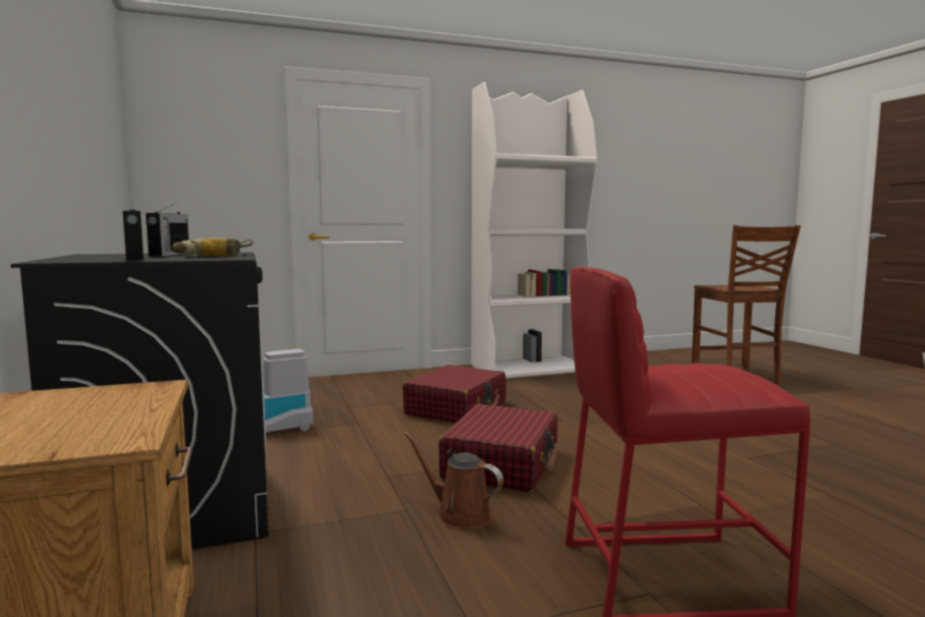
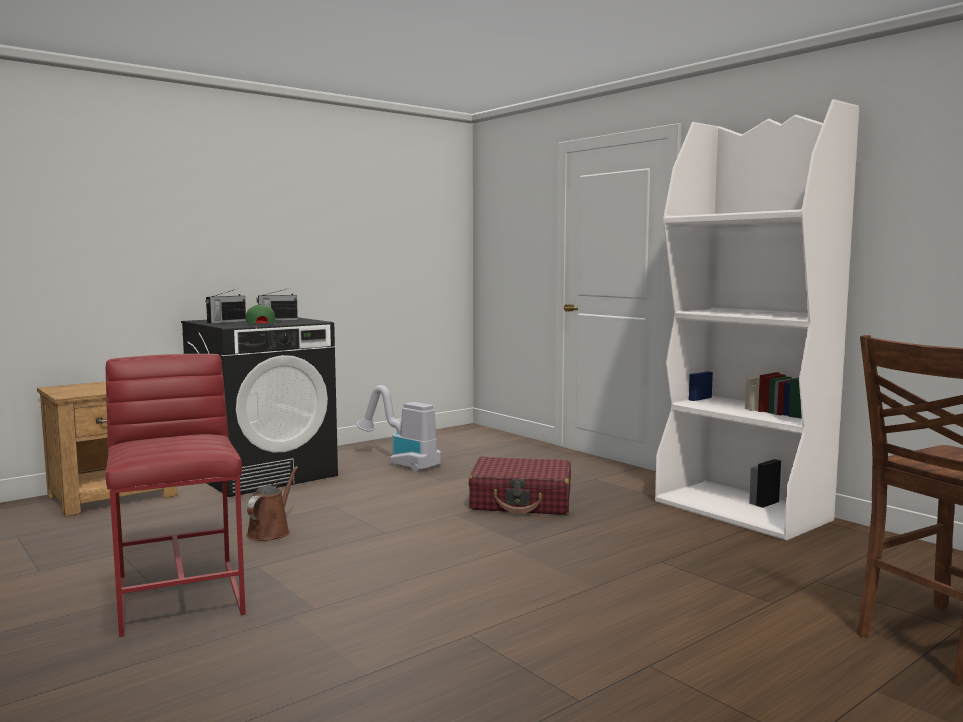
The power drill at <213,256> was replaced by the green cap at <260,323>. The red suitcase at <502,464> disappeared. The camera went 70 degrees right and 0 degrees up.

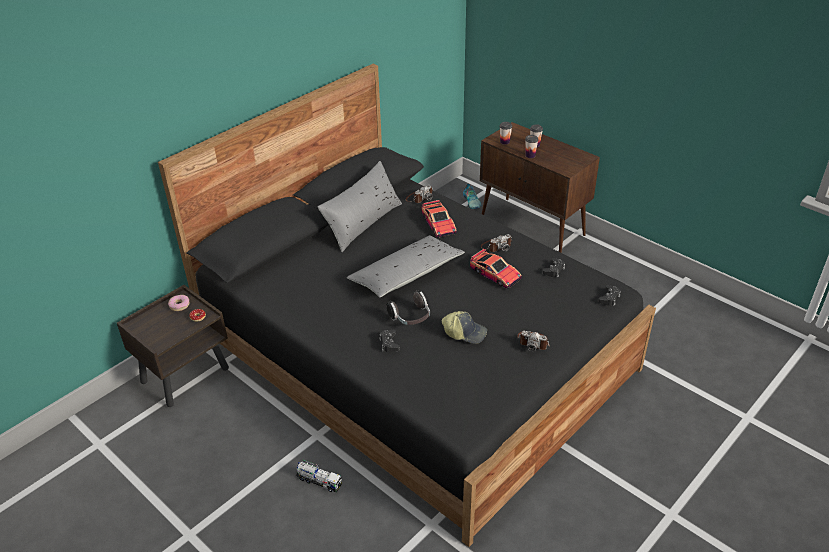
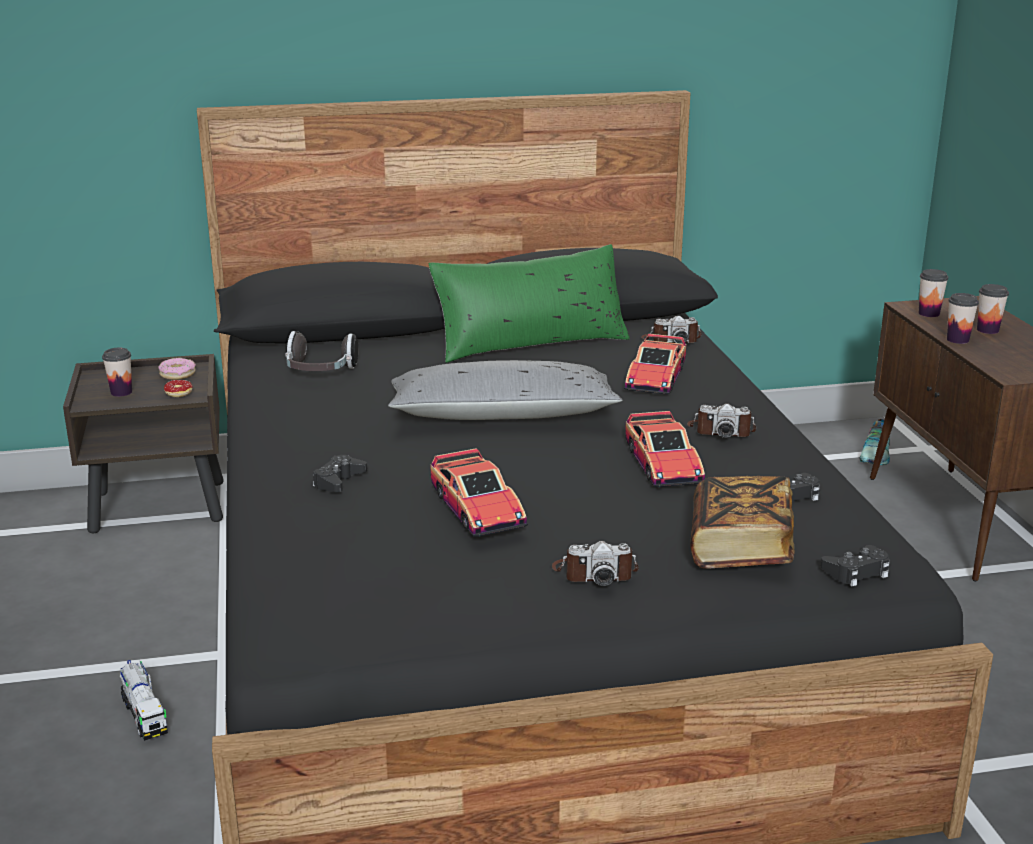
The cup at <121,392> appeared. The headphones moved from <411,318> to <320,372>. The grey pillow at <363,223> became the green pillow at <531,343>. The cap at <465,332> was replaced by the toy car at <478,508>. The photo camera at <533,342> turned 60 degrees counterclockwise. The book at <740,548> appeared. The camera went 35 degrees right and 15 degrees down.

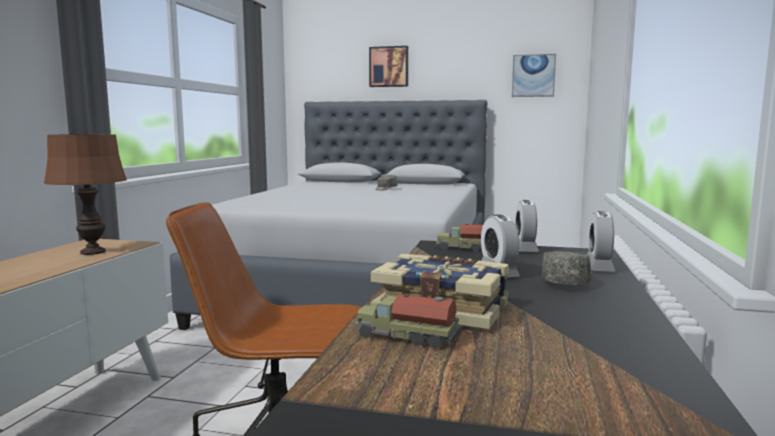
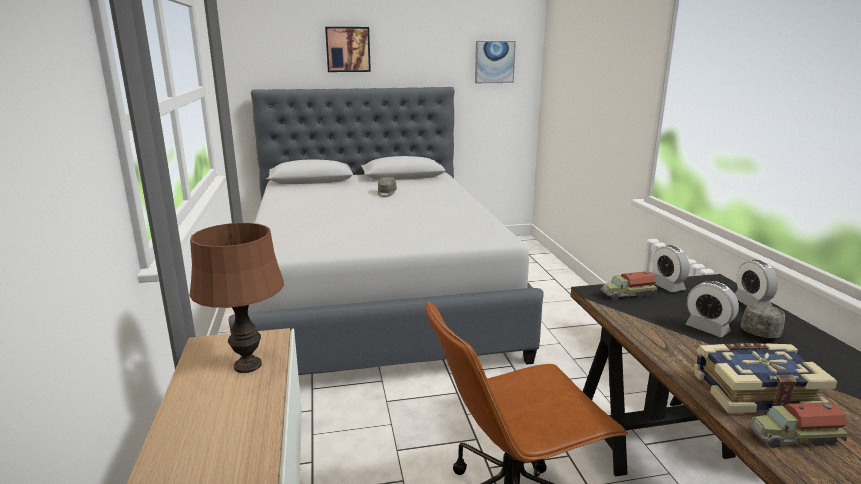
The grey cap at <562,282> turned 60 degrees clockwise. The camera went 25 degrees left and 10 degrees up.

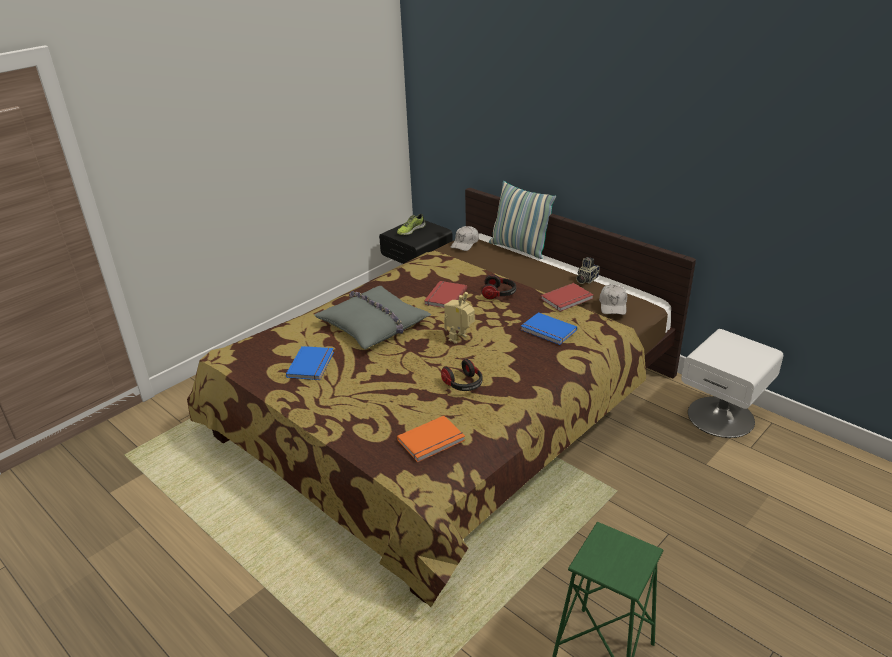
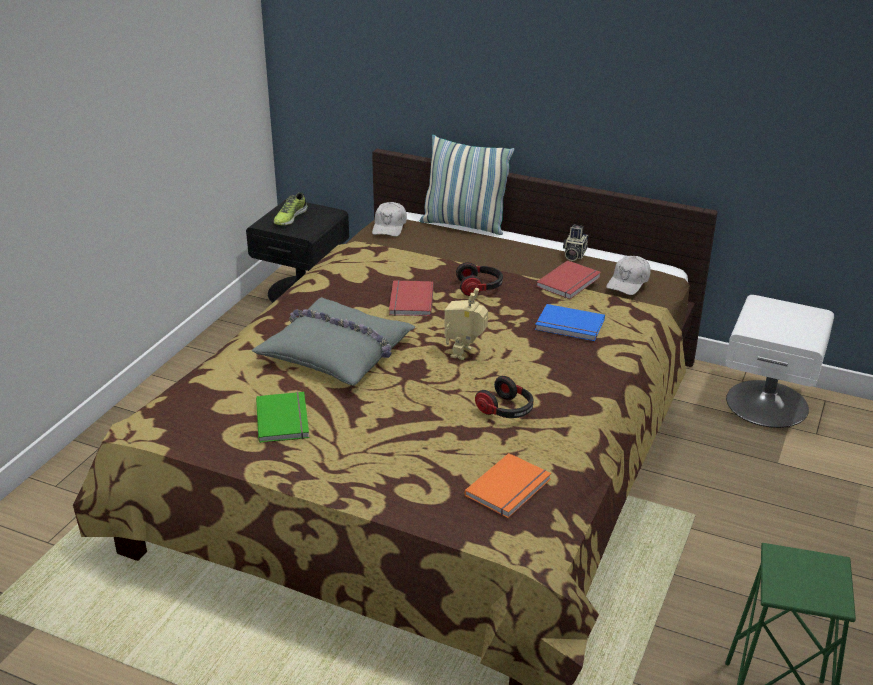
The blue book at <312,364> became the green book at <285,419>. The white cap at <613,305> turned 45 degrees clockwise. The camera went 20 degrees left and 0 degrees up.

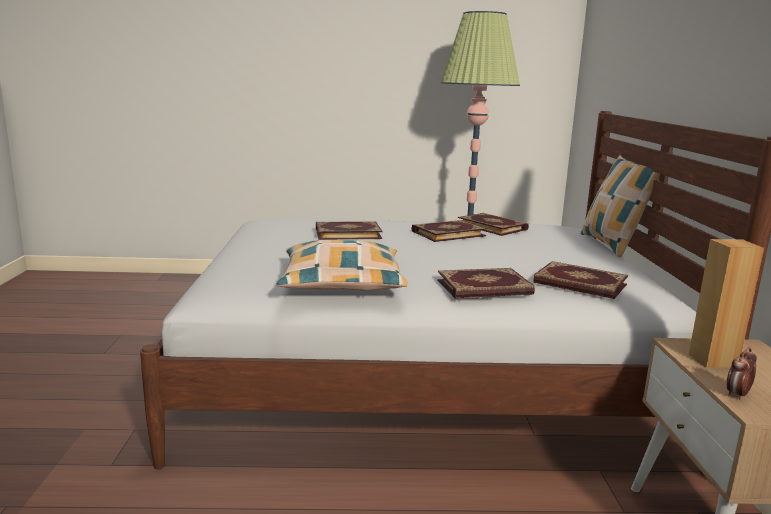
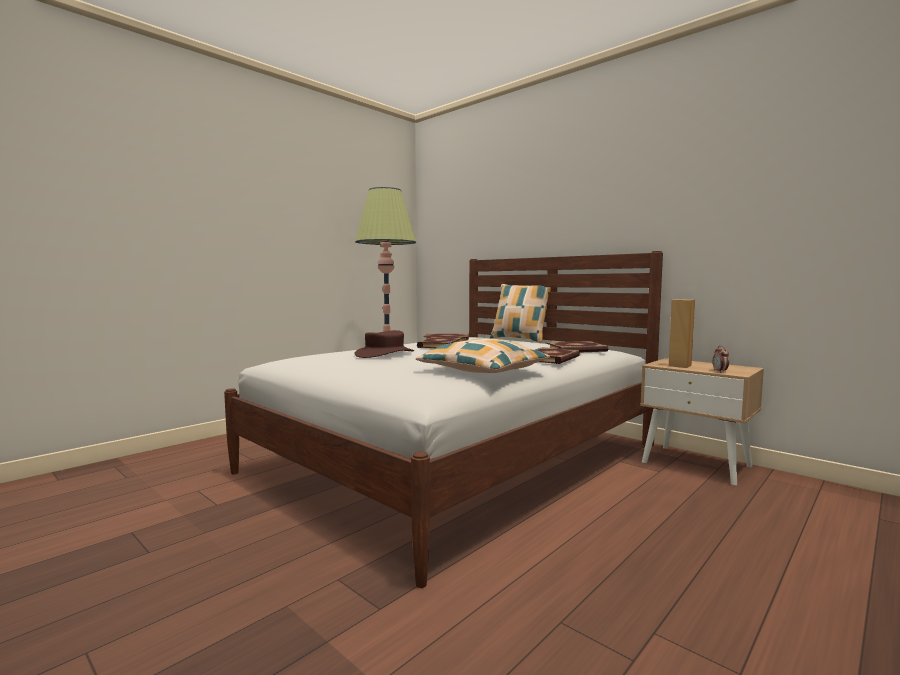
The book at <348,233> was replaced by the brown hat at <384,354>. The camera went 45 degrees left and 10 degrees down.

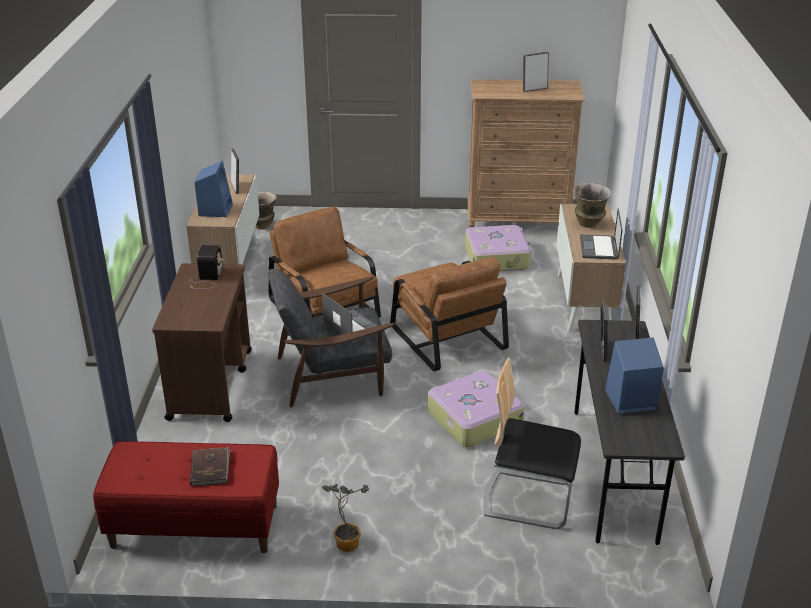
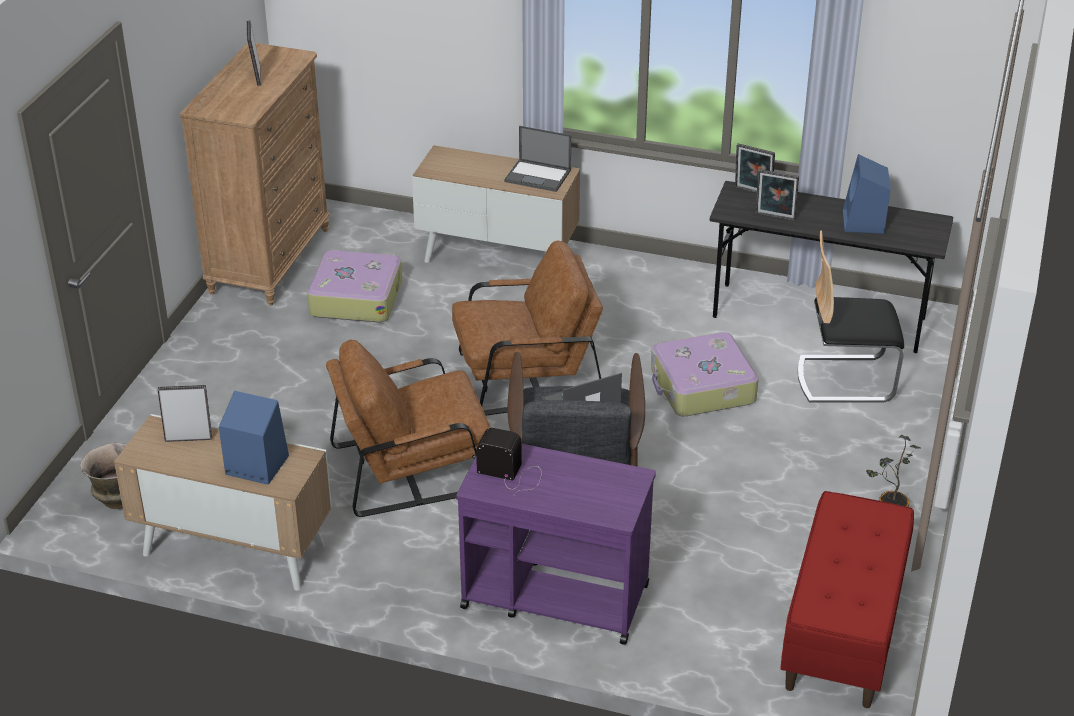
The brown cart at <211,383> became the purple cart at <554,595>. The chair at <529,498> turned 60 degrees clockwise. The brown book at <210,468> disappeared. The vase at <589,224> disappeared. The camera went 75 degrees left and 5 degrees up.

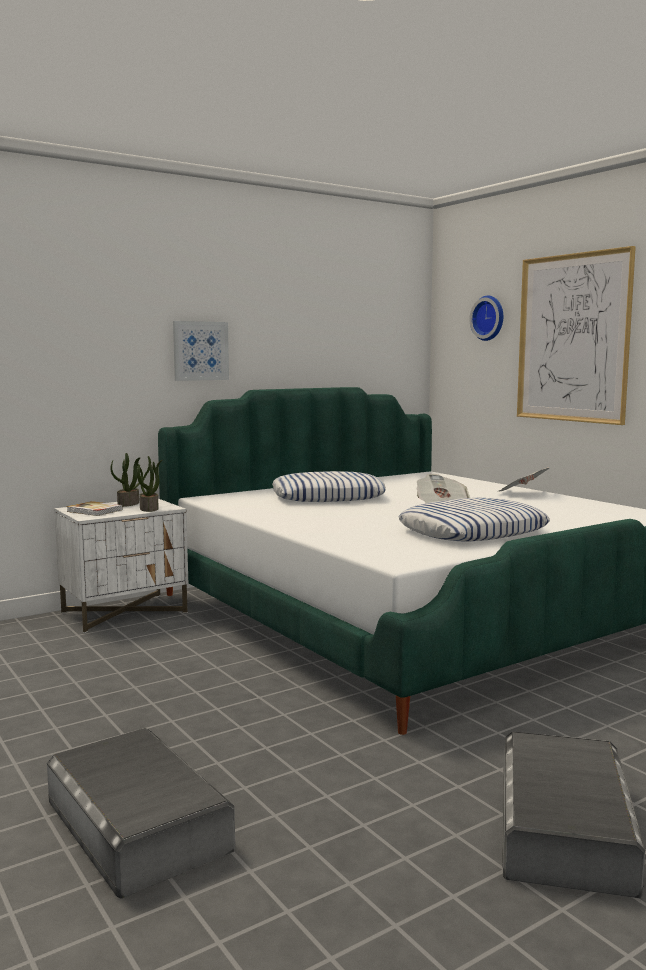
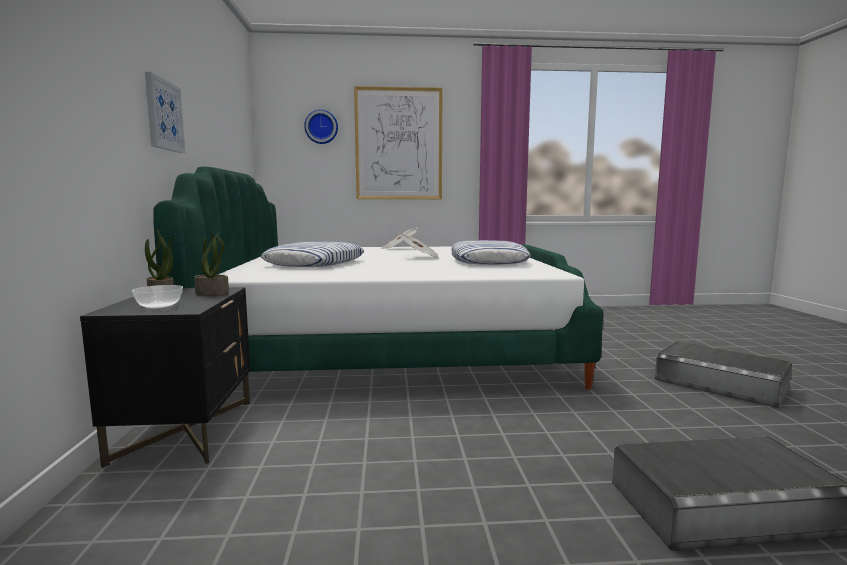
The white nightstand at <125,612> became the black nightstand at <185,430>. The book at <94,511> was replaced by the bowl at <159,306>. The camera went 60 degrees left and 0 degrees up.

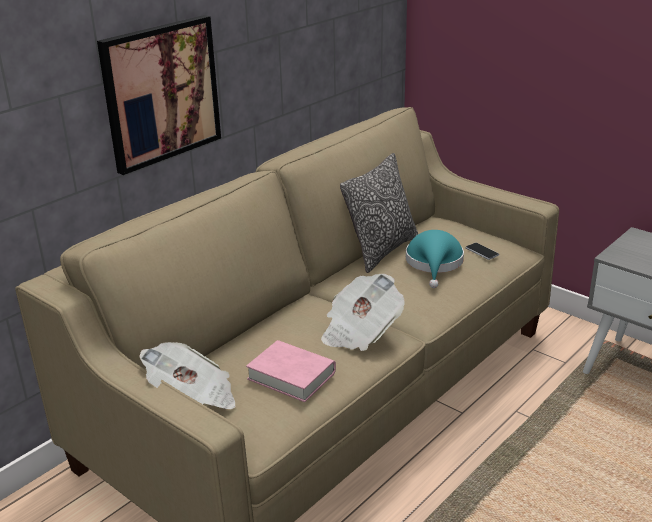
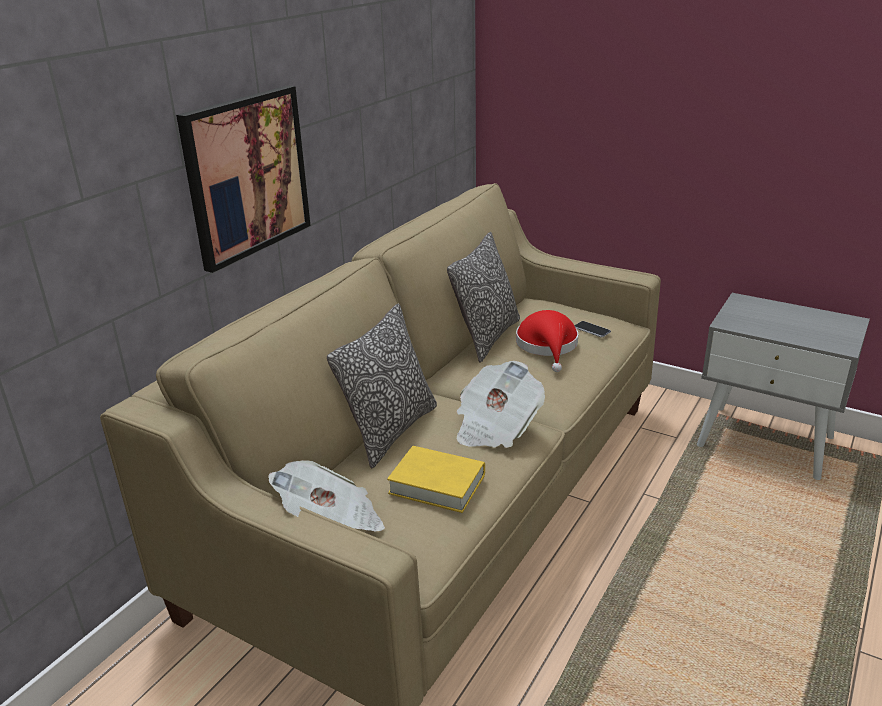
The pillow at <390,431> appeared. The pink book at <291,376> became the yellow book at <437,484>. The turquoise hat at <434,263> became the red hat at <548,346>. The camera went 10 degrees left and 0 degrees up.

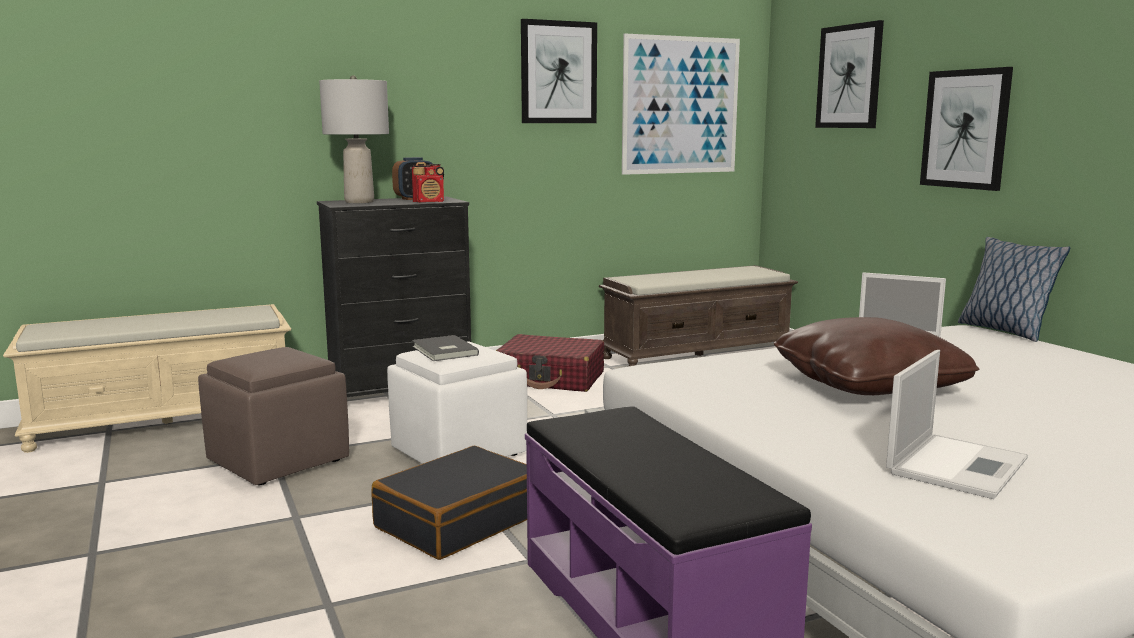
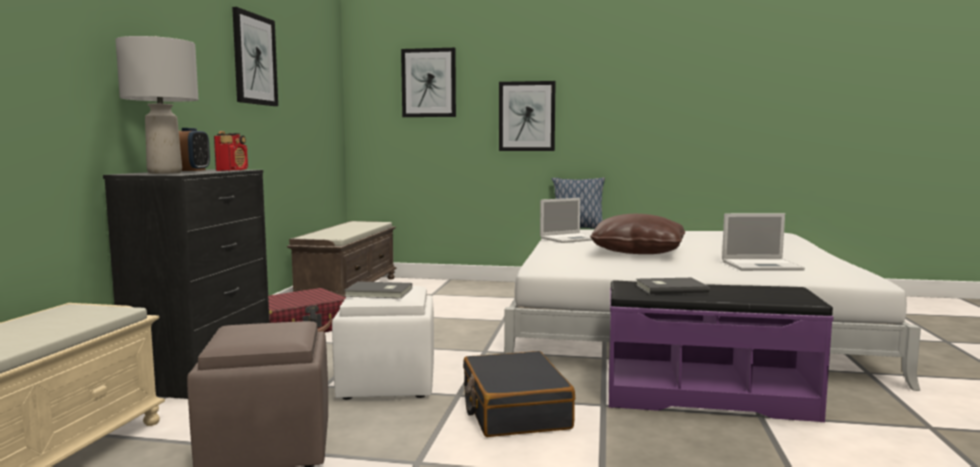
The grey book at <669,288> appeared. The laptop at <957,465> turned 105 degrees clockwise. The picture at <681,105> disappeared. The camera went 55 degrees left and 5 degrees down.

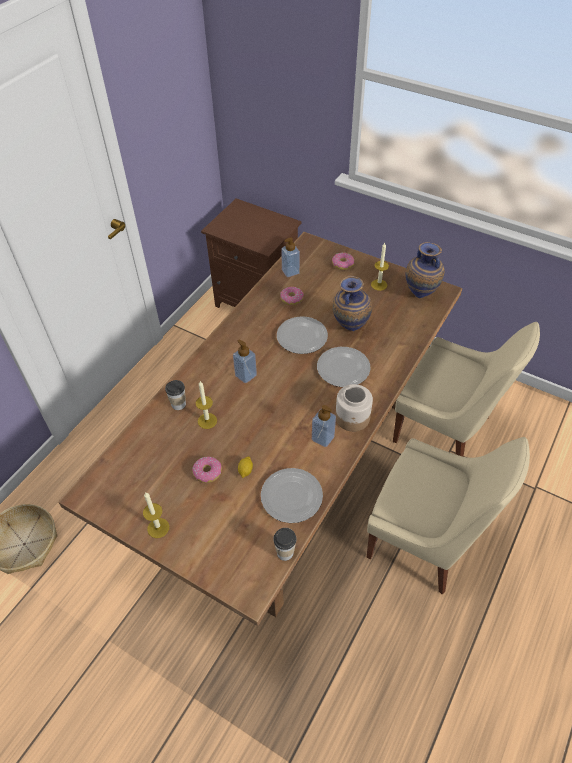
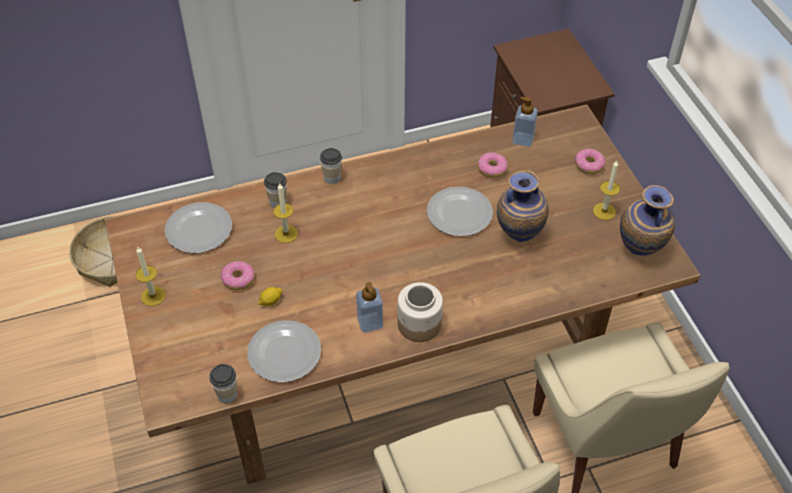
The plate moved from <344,368> to <199,230>. The cup at <332,178> appeared. The soap dispenser at <246,375> disappeared. The camera went 40 degrees right and 0 degrees up.

